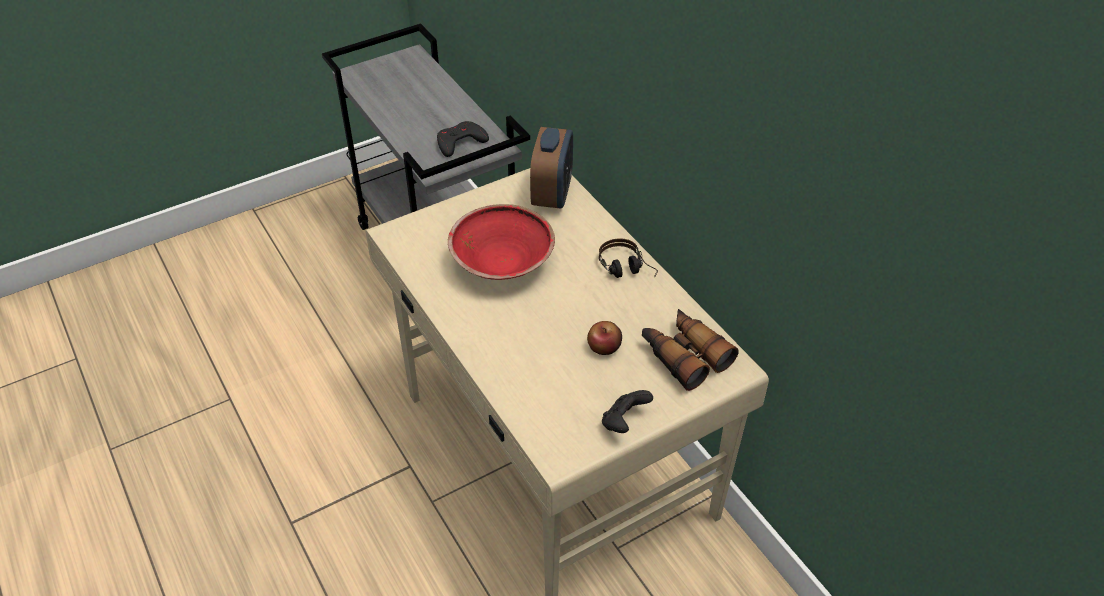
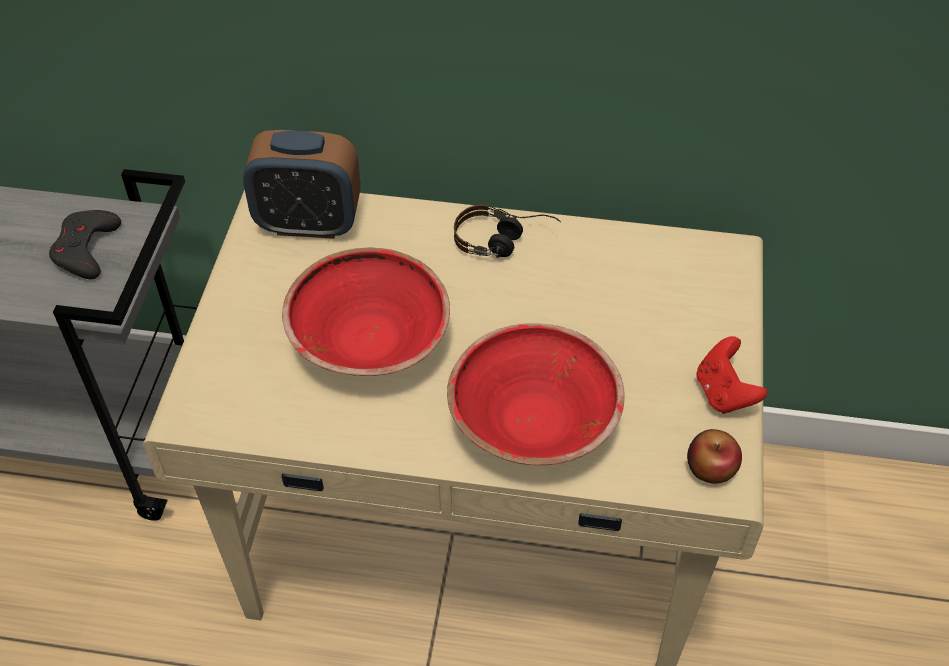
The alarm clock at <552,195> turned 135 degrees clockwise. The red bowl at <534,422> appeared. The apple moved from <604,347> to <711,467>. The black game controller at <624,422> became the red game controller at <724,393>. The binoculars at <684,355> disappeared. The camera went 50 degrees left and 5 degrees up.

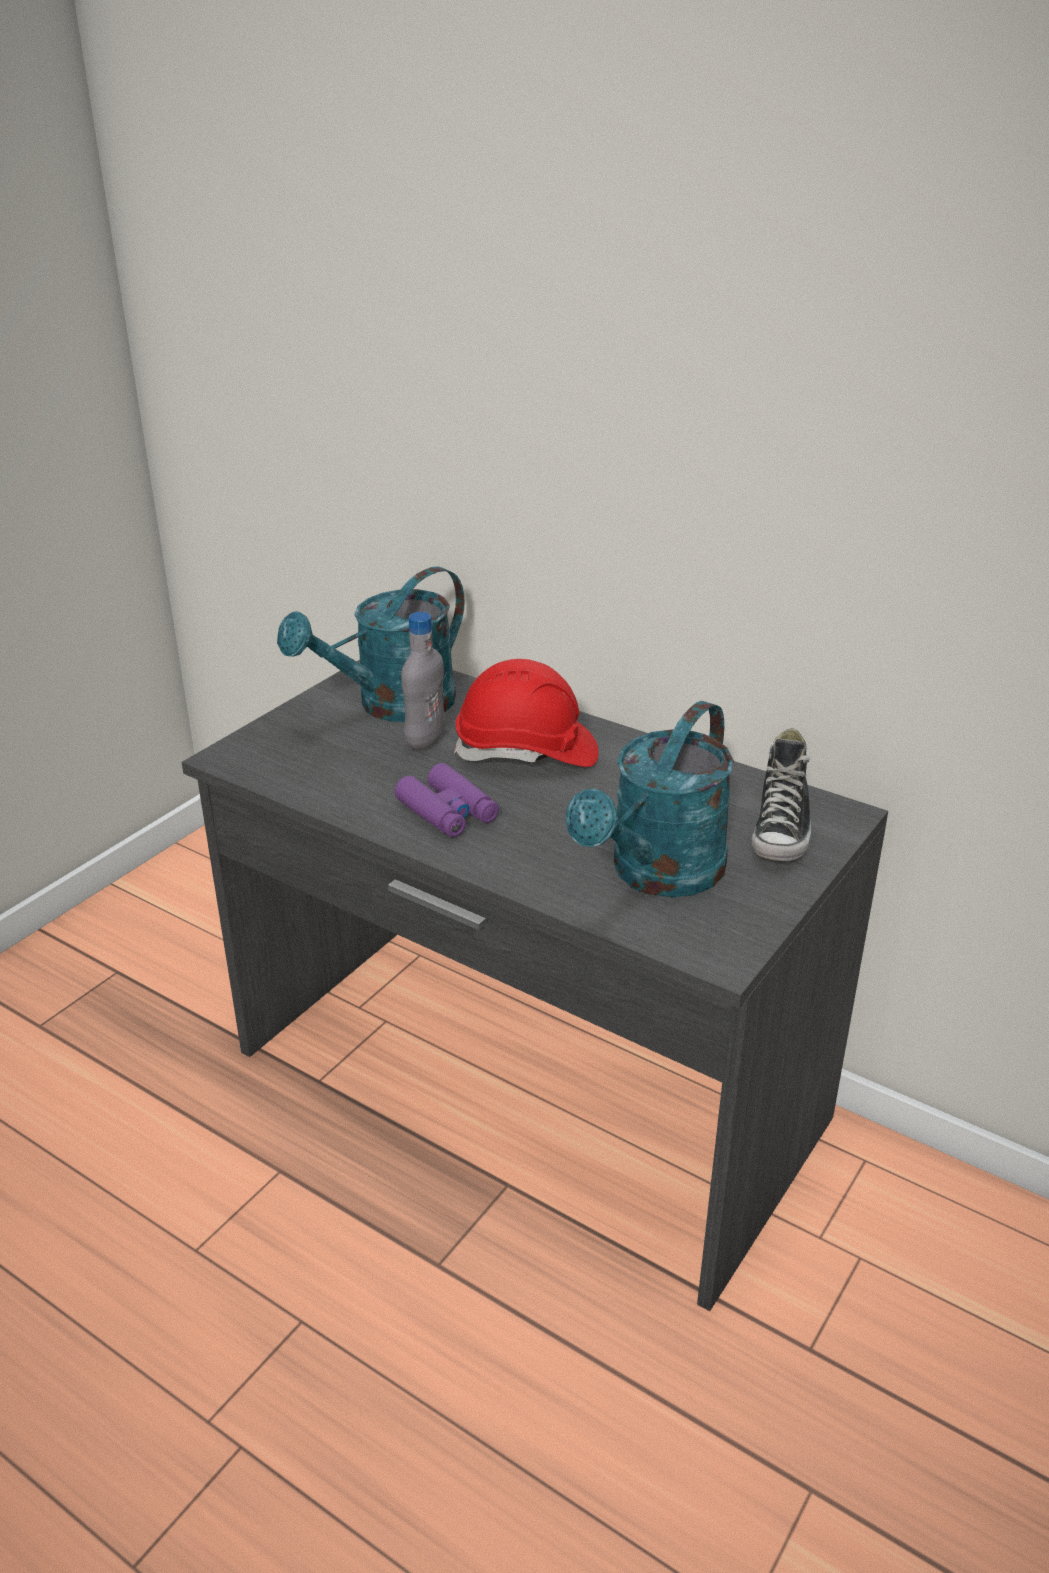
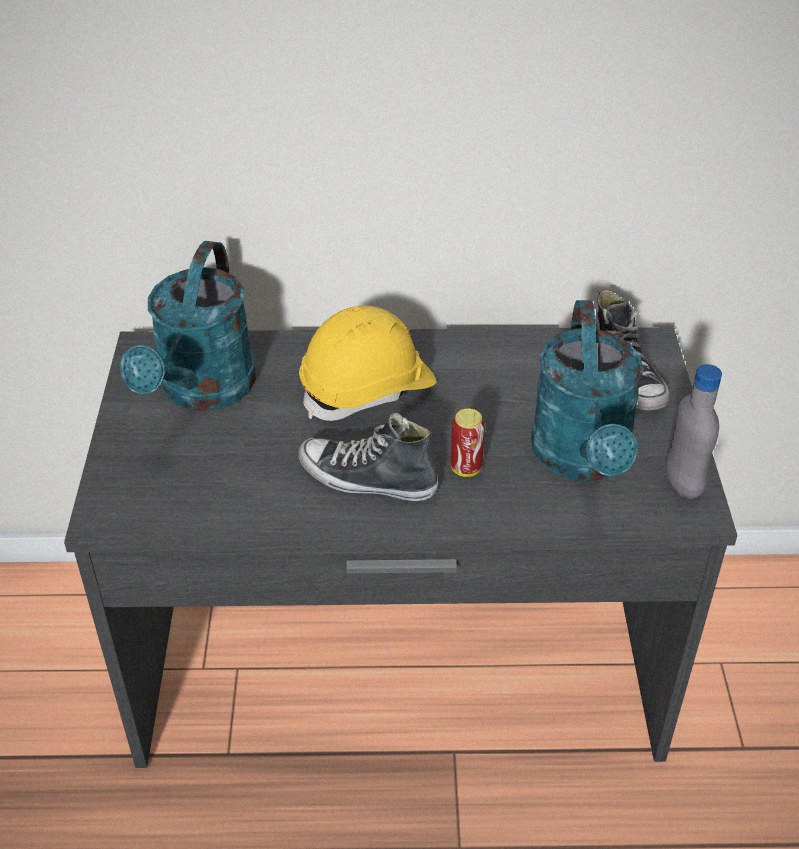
The purple binoculars at <447,812> was replaced by the shoe at <367,479>. The red hard hat at <527,752> became the yellow hard hat at <368,390>. The can at <466,468> appeared. The grey bottle moved from <425,741> to <682,483>. The camera went 35 degrees left and 10 degrees up.

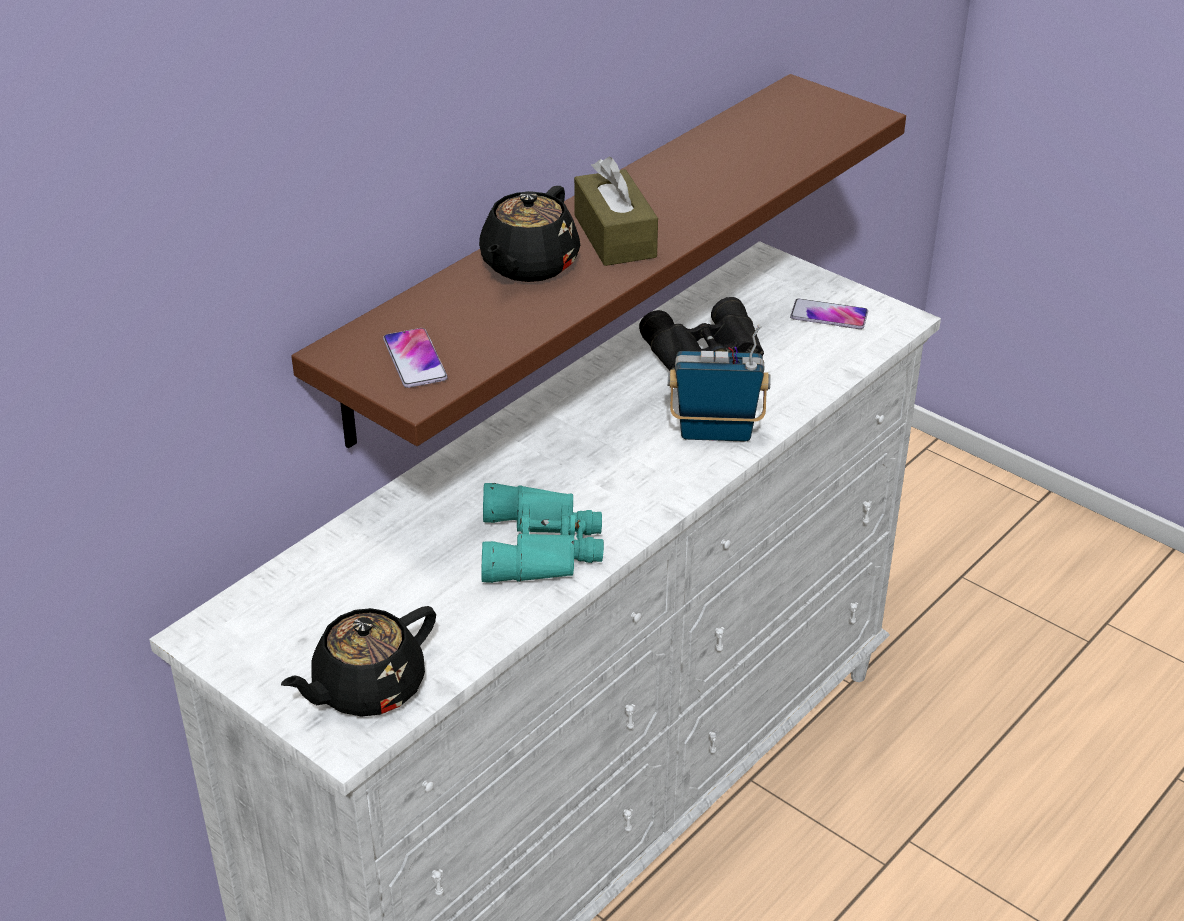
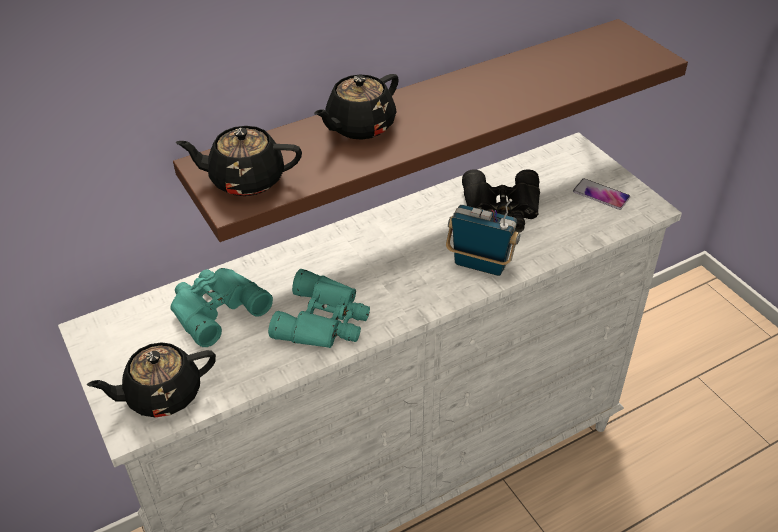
The turquoise binoculars at <215,308> appeared. The phone at <415,359> was replaced by the black teapot at <245,180>. The brown tissue box at <615,236> disappeared. The camera went 20 degrees right and 5 degrees up.

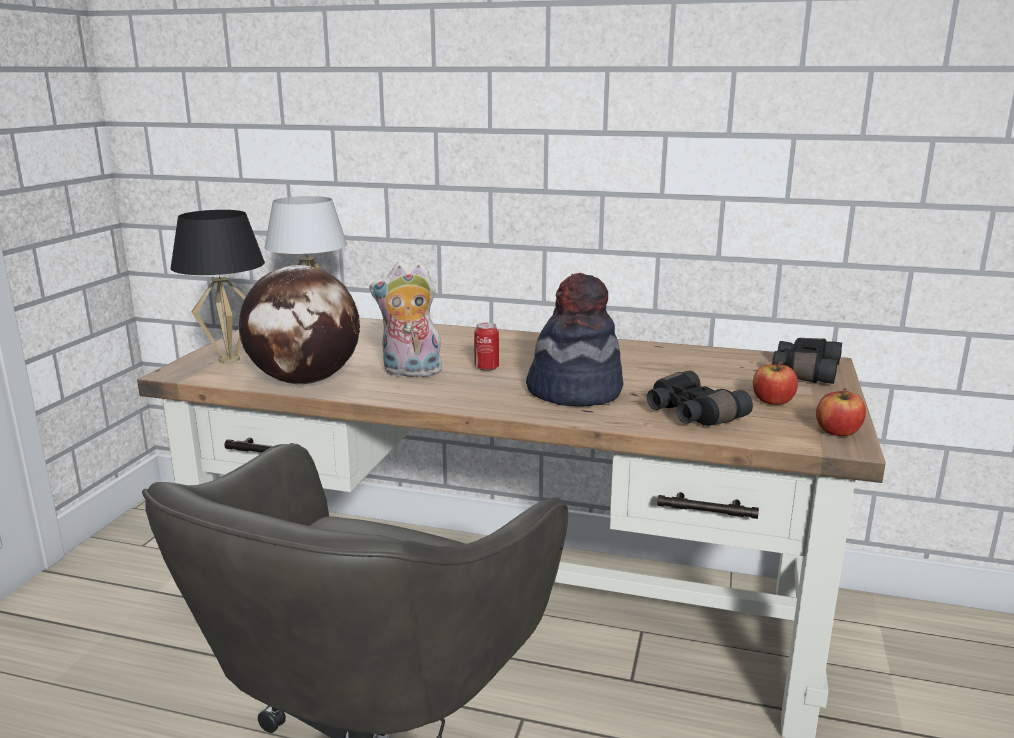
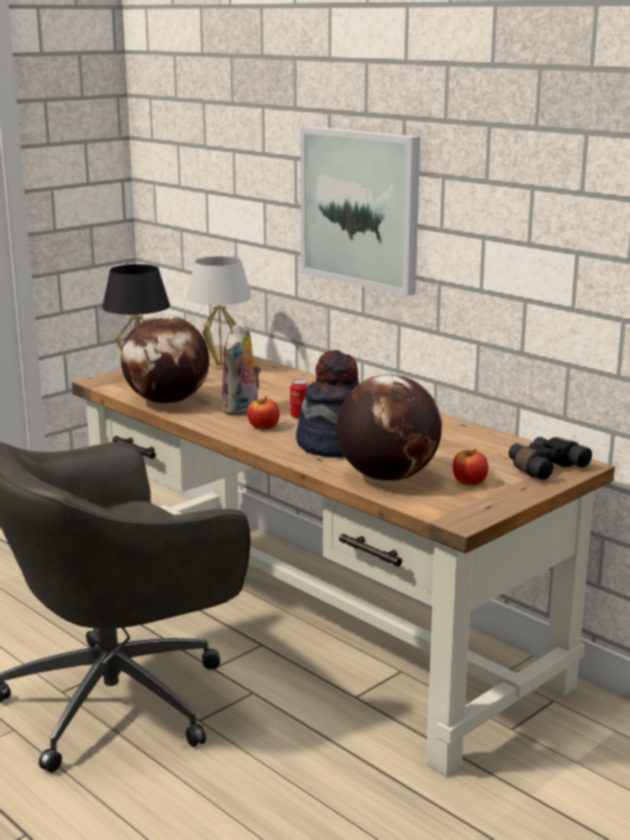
The plush toy at <410,373> turned 105 degrees counterclockwise. The apple moved from <838,432> to <263,427>. The picture at <360,208> appeared. The black binoculars at <690,414> was replaced by the globe at <387,477>. The camera went 30 degrees right and 0 degrees up.

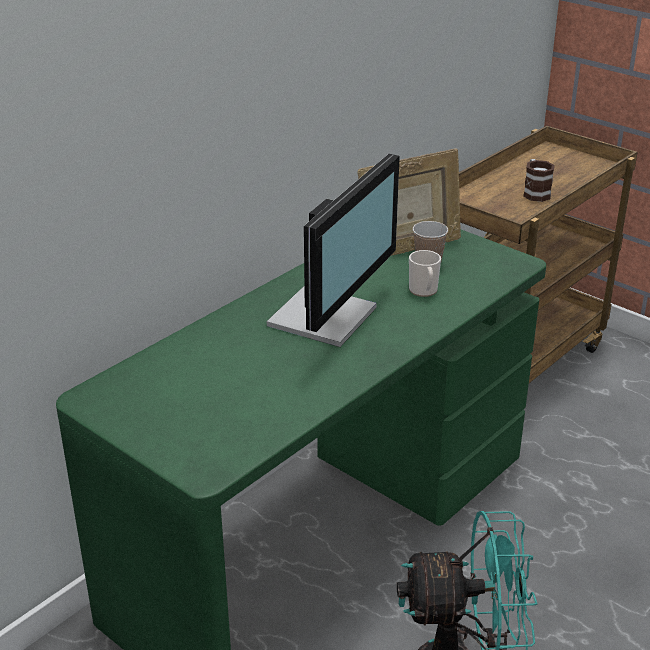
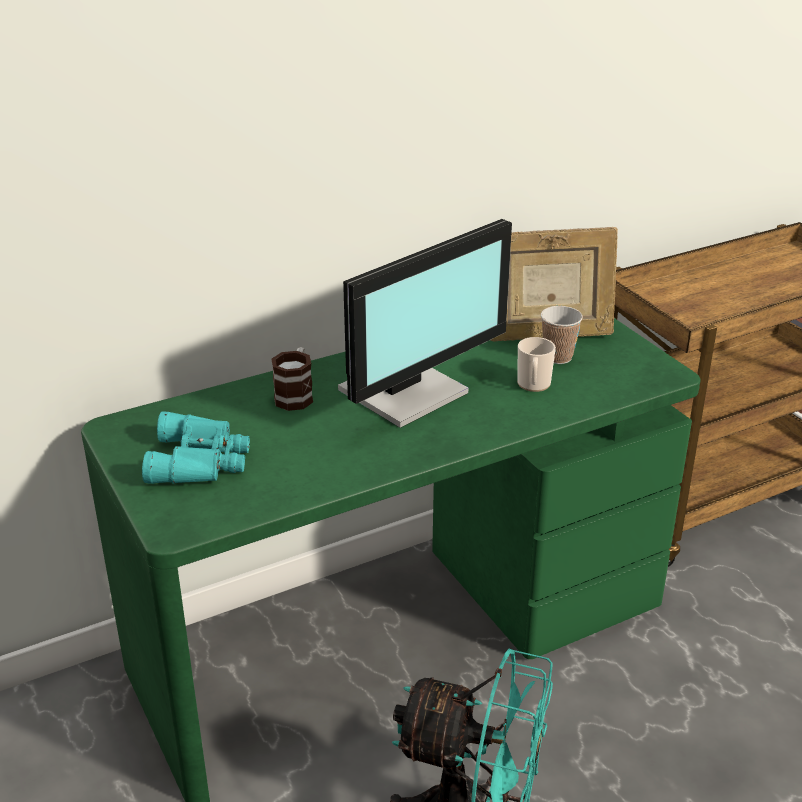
The turquoise binoculars at <201,460> appeared. The mug moved from <535,192> to <296,395>. The camera went 20 degrees right and 0 degrees up.

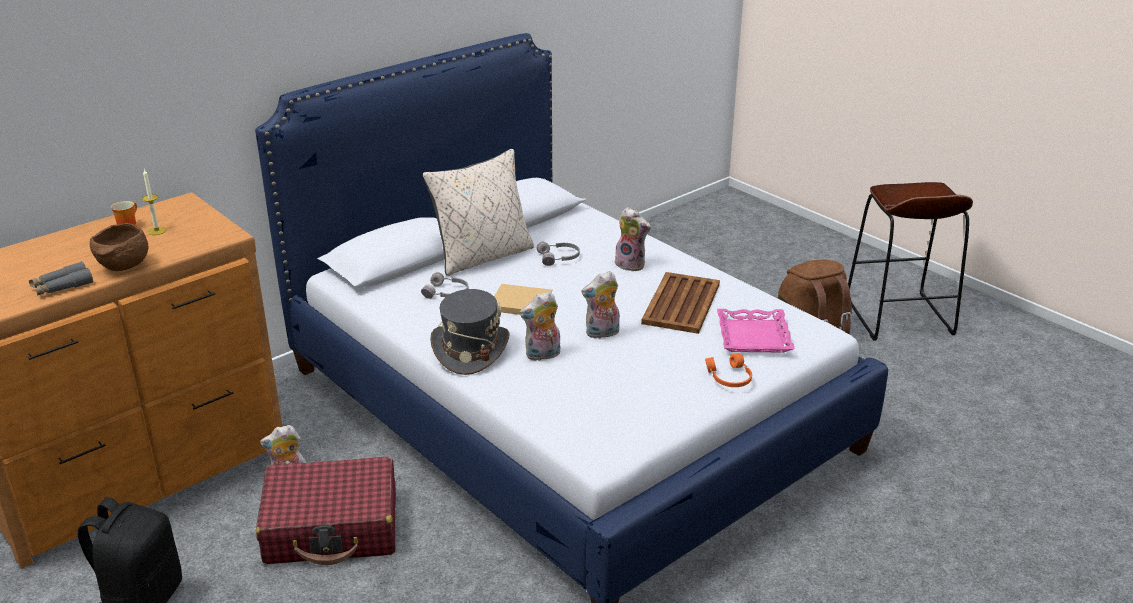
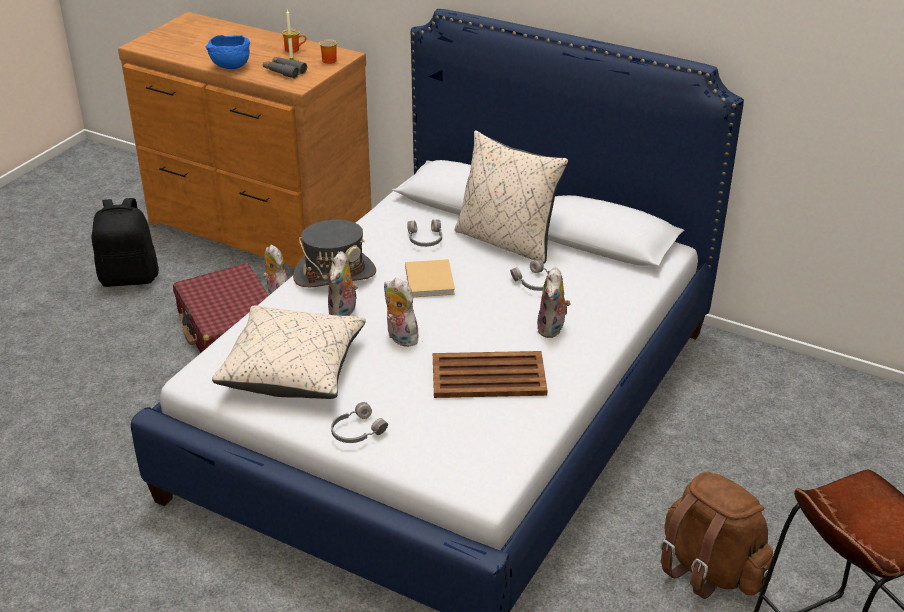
The brown bowl at <124,267> became the blue bowl at <230,67>. The beige pillow at <293,370> appeared. The grey binoculars moved from <62,286> to <284,71>. The mug at <328,60> appeared. The plush toy at <542,355> turned 120 degrees counterclockwise. The orange headphones at <729,378> became the grey headphones at <356,431>. The pink tray at <753,336> disappeared. The camera went 70 degrees right and 5 degrees up.

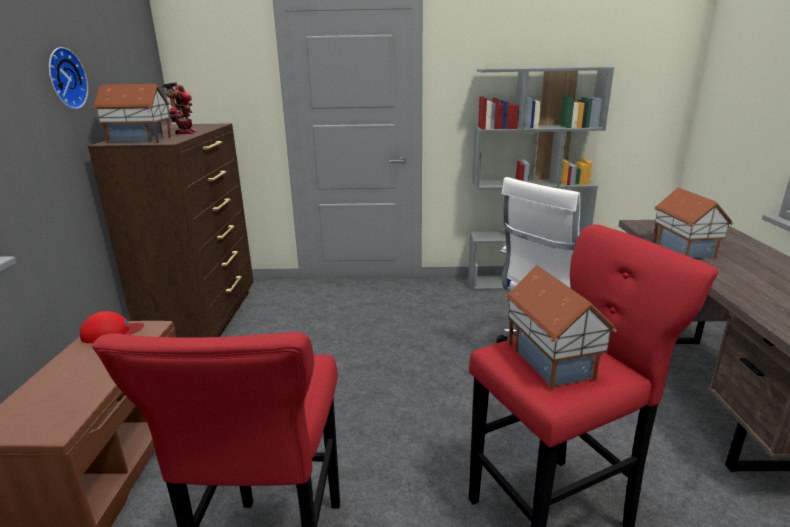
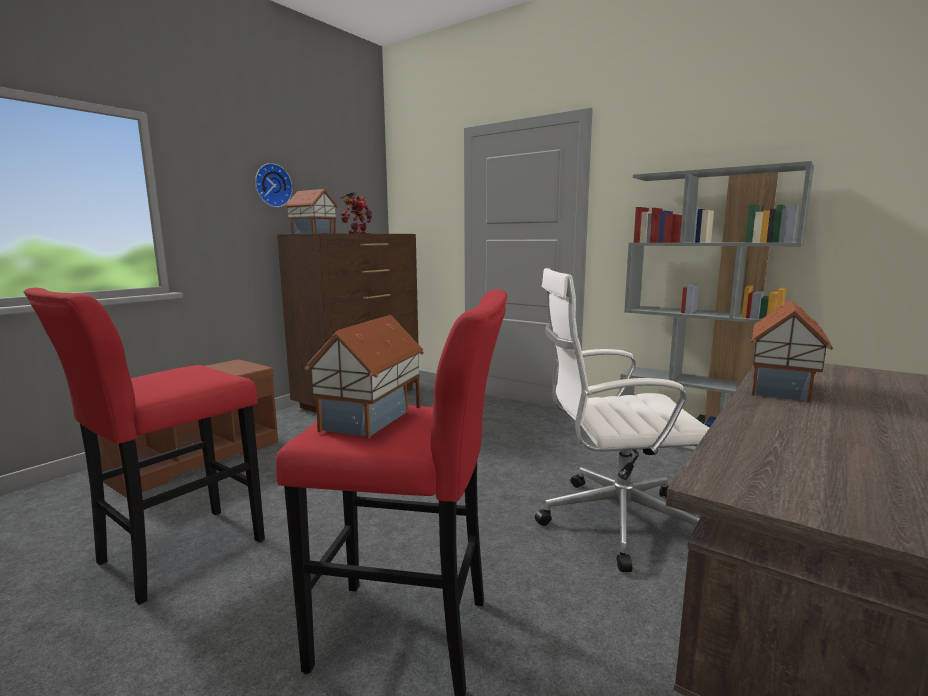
The red cap at <111,332> disappeared. The camera went 35 degrees right and 10 degrees down.

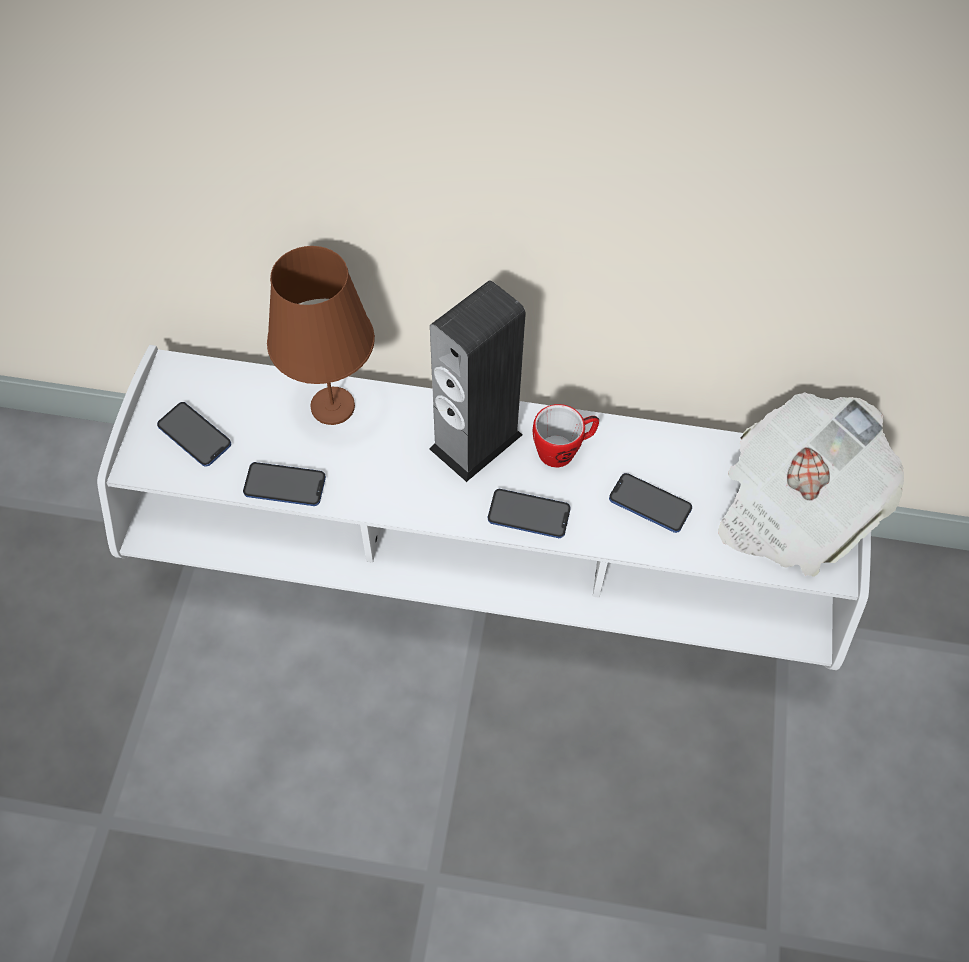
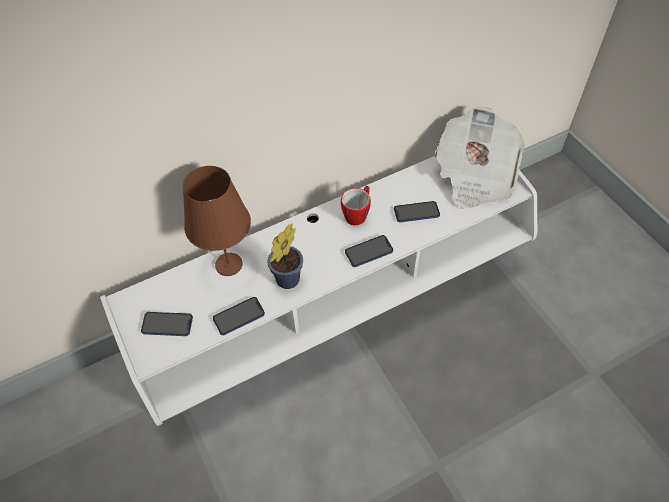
The potted plant at <285,282> appeared. The speaker at <476,441> disappeared. The camera went 35 degrees left and 5 degrees down.

